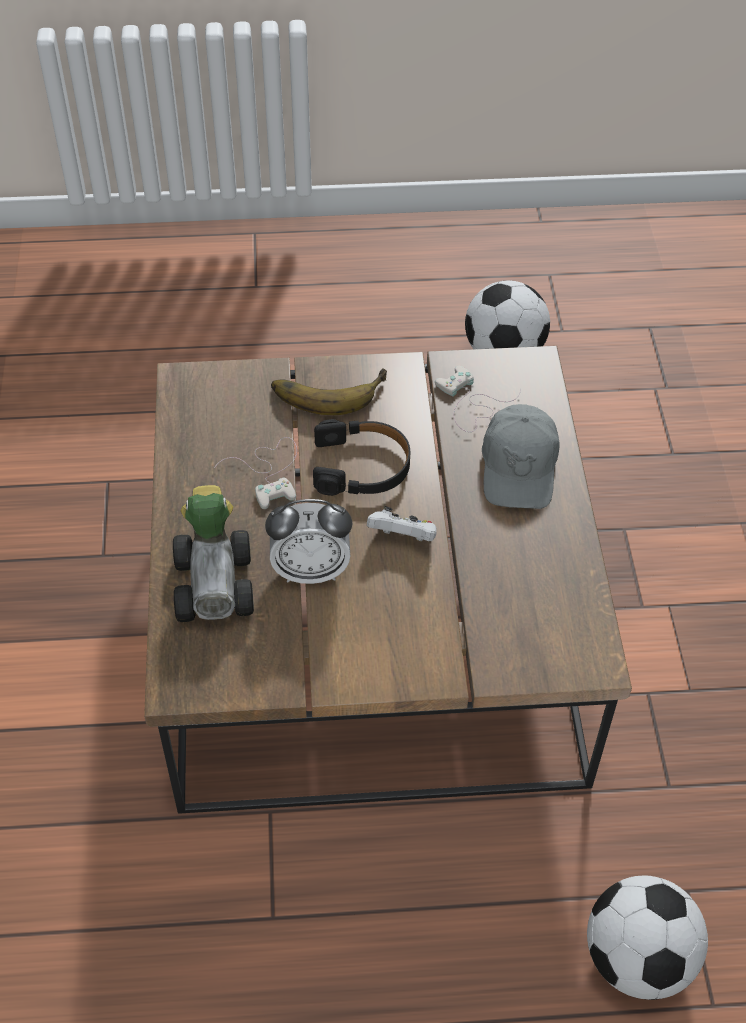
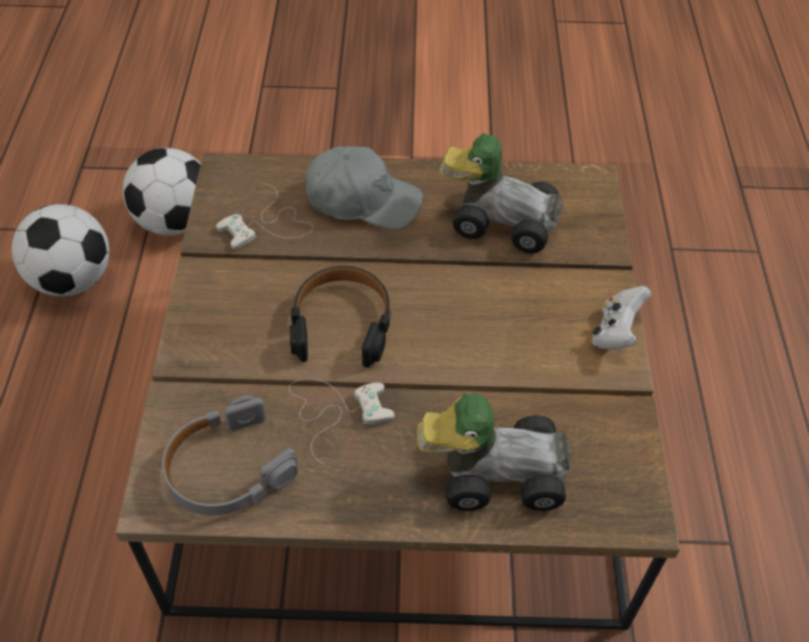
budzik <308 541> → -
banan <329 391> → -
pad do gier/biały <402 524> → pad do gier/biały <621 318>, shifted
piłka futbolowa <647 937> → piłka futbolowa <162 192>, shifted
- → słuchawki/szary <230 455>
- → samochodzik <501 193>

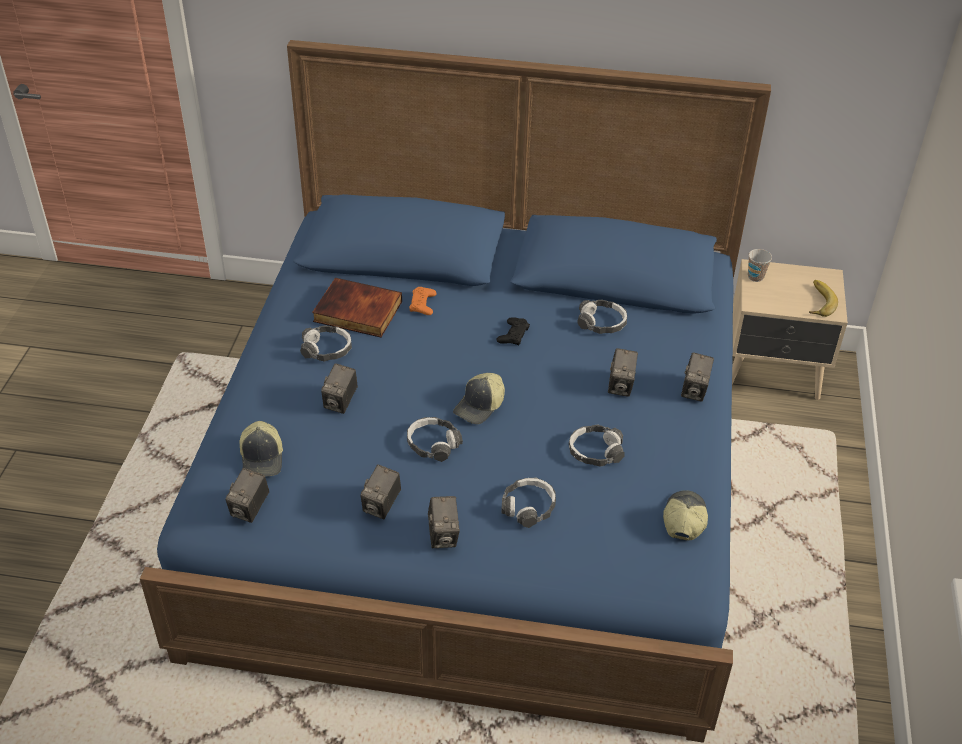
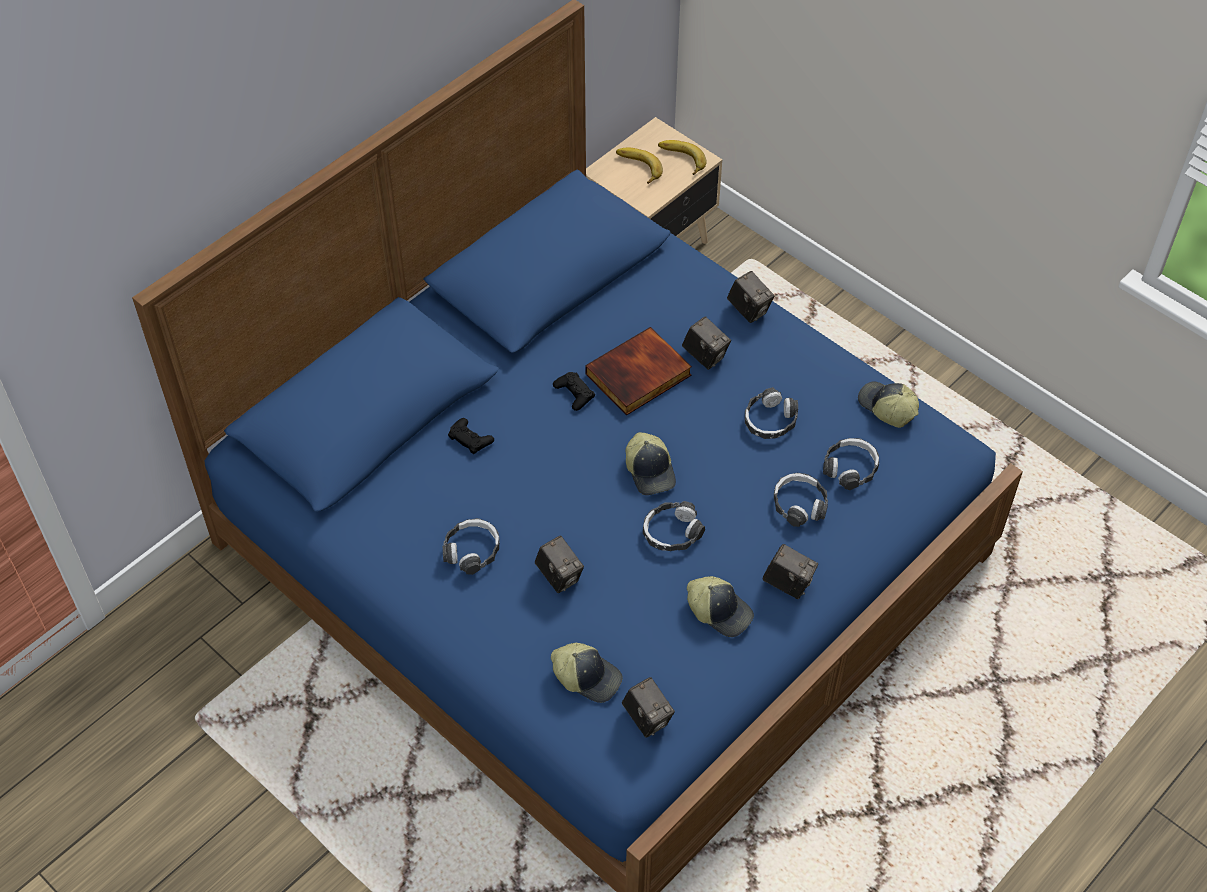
książka <357 307> → książka <638 371>, shifted
aparat fotograficzny <381 492> → czapka z daszkiem <720 606>
pad do gier/pomarańczowy <423 301> → pad do gier/czarny <471 436>
słuchawki <602 317> → słuchawki <851 464>, shifted
filiżanka <760 265> → -
- → banan <639 166>

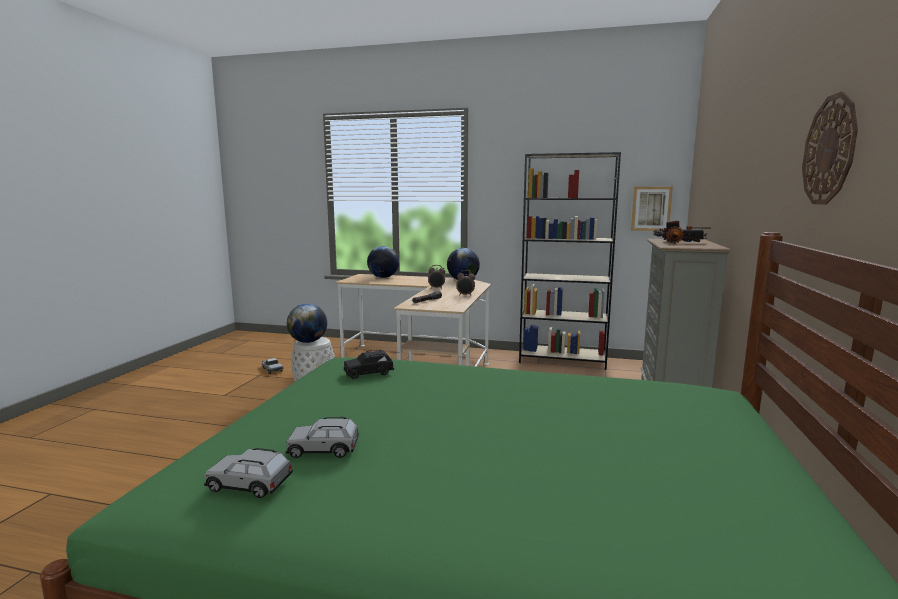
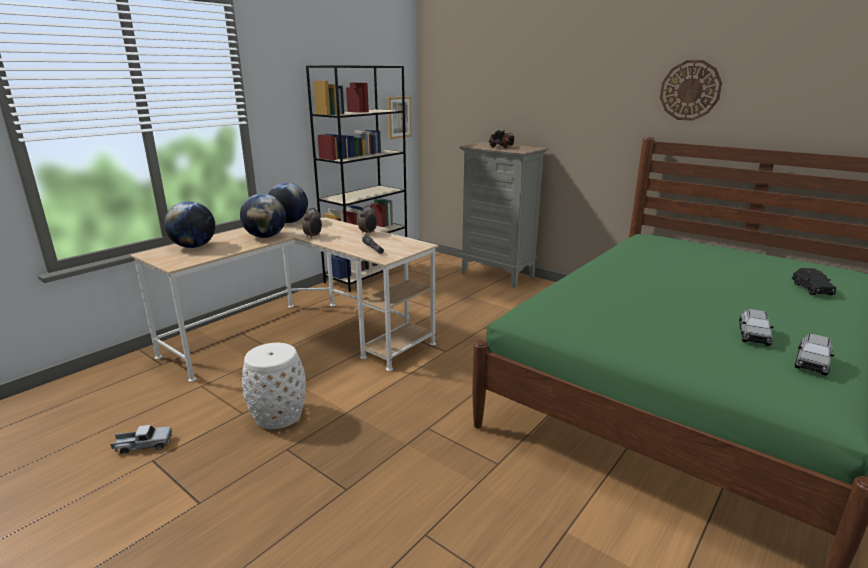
globus <307 323> → globus <263 216>, shifted
samochodzik/czarny <369 364> → samochodzik/czarny <813 281>, shifted

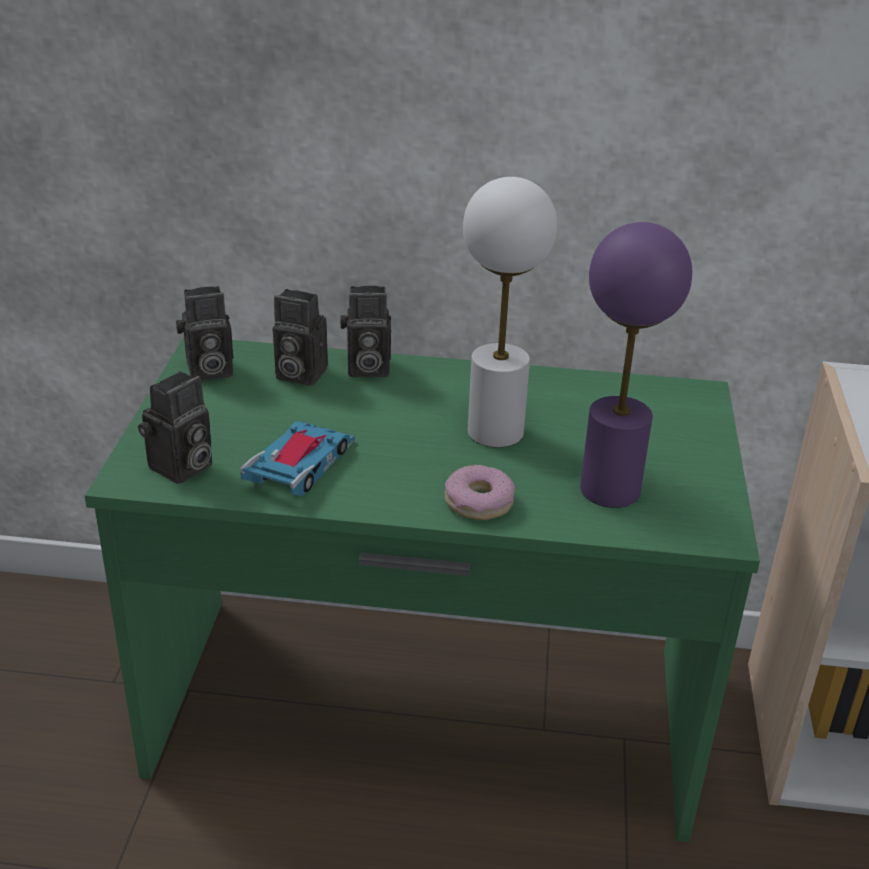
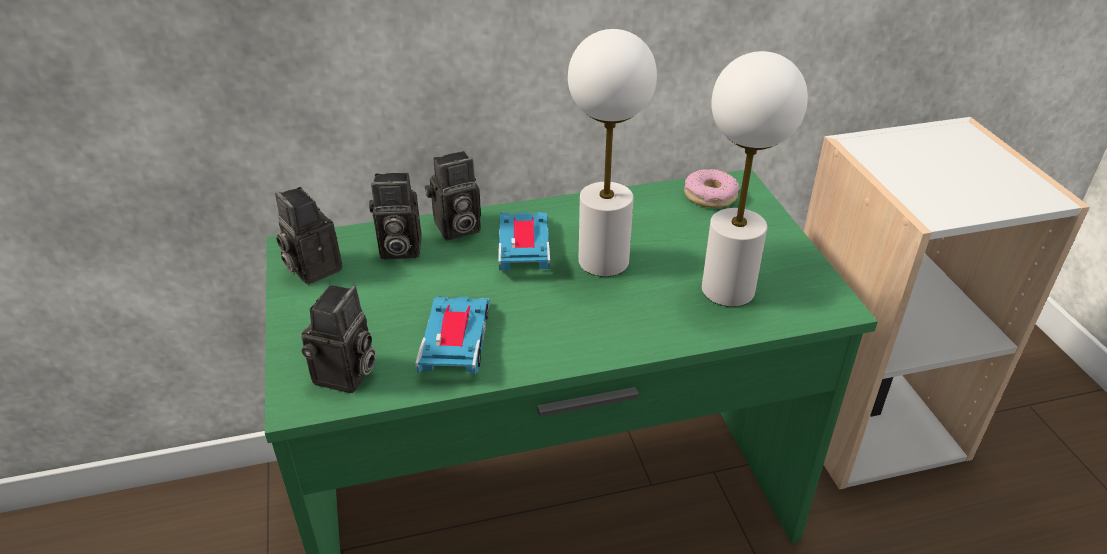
aparat fotograficzny <204 333> → aparat fotograficzny <309 235>, 90 degrees clockwise
donut <480 492> → donut <712 188>, shifted
lampa stołowa/fioletowy <636 365> → lampa stołowa/biały <755 179>
- → samochodzik <524 241>

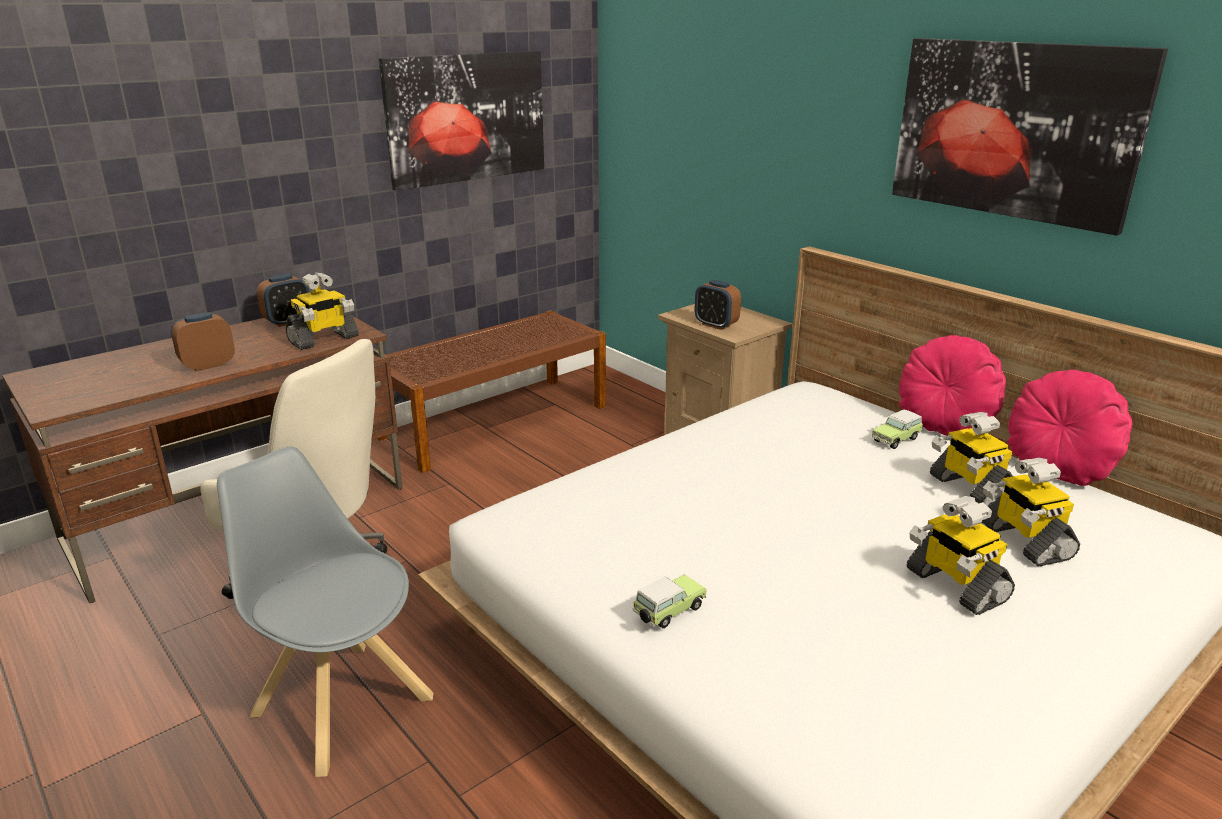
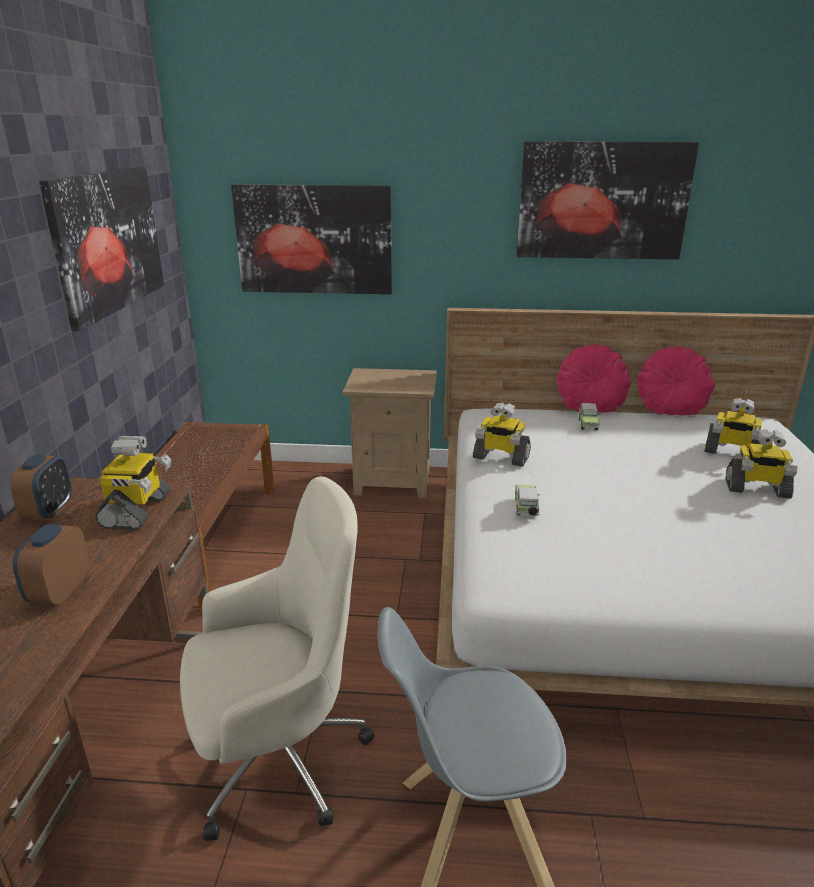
samochodzik <669 601> → samochodzik <527 500>, shifted
budzik <718 305> → -
robot zabawkowy <971 459> → robot zabawkowy <502 434>, shifted
- → obraz <311 239>

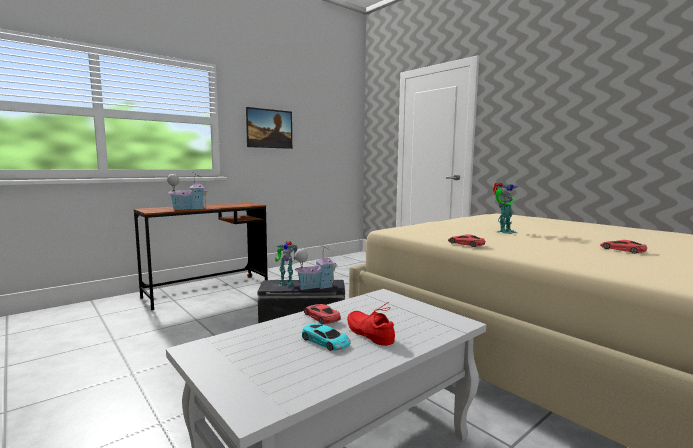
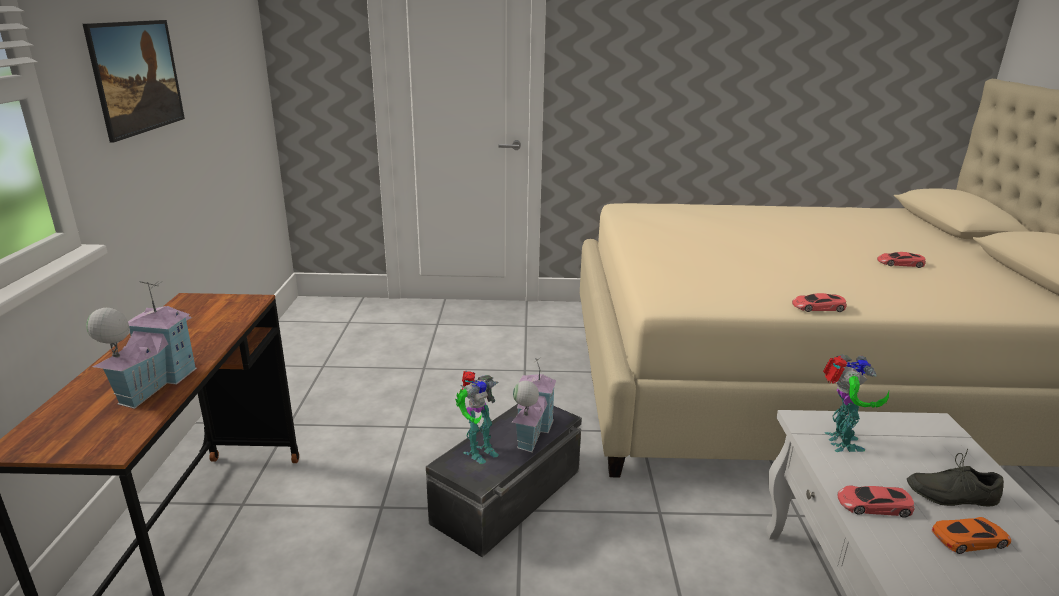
samochodzik/turkusowy <326 337> → samochodzik/pomarańczowy <971 535>
but/czerwony <371 324> → but/szary <955 477>
robot zabawkowy <505 208> → robot zabawkowy <856 403>, shifted

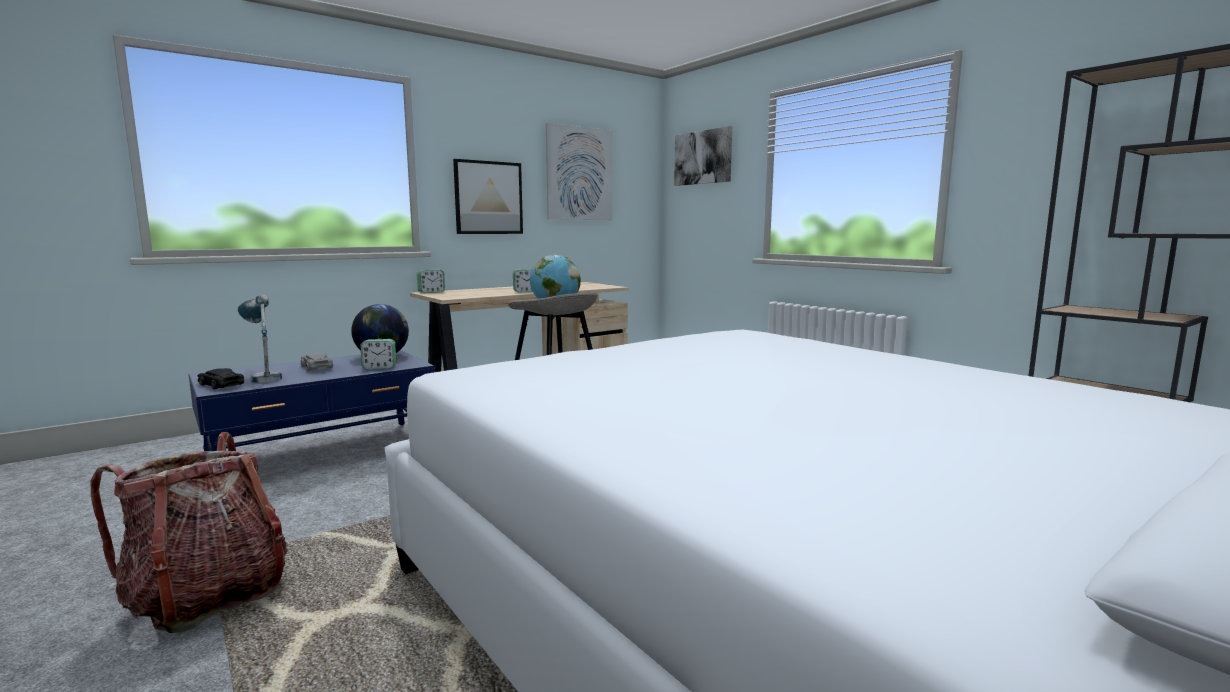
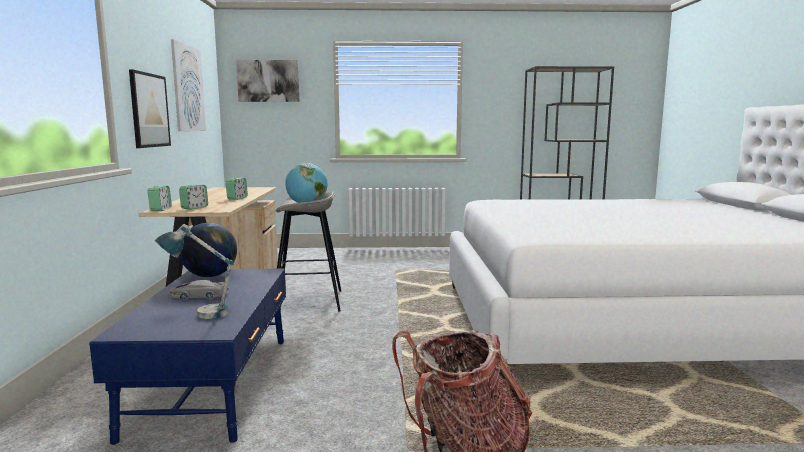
samochodzik/czarny <220 378> → -
budzik <378 354> → budzik <193 197>, shifted

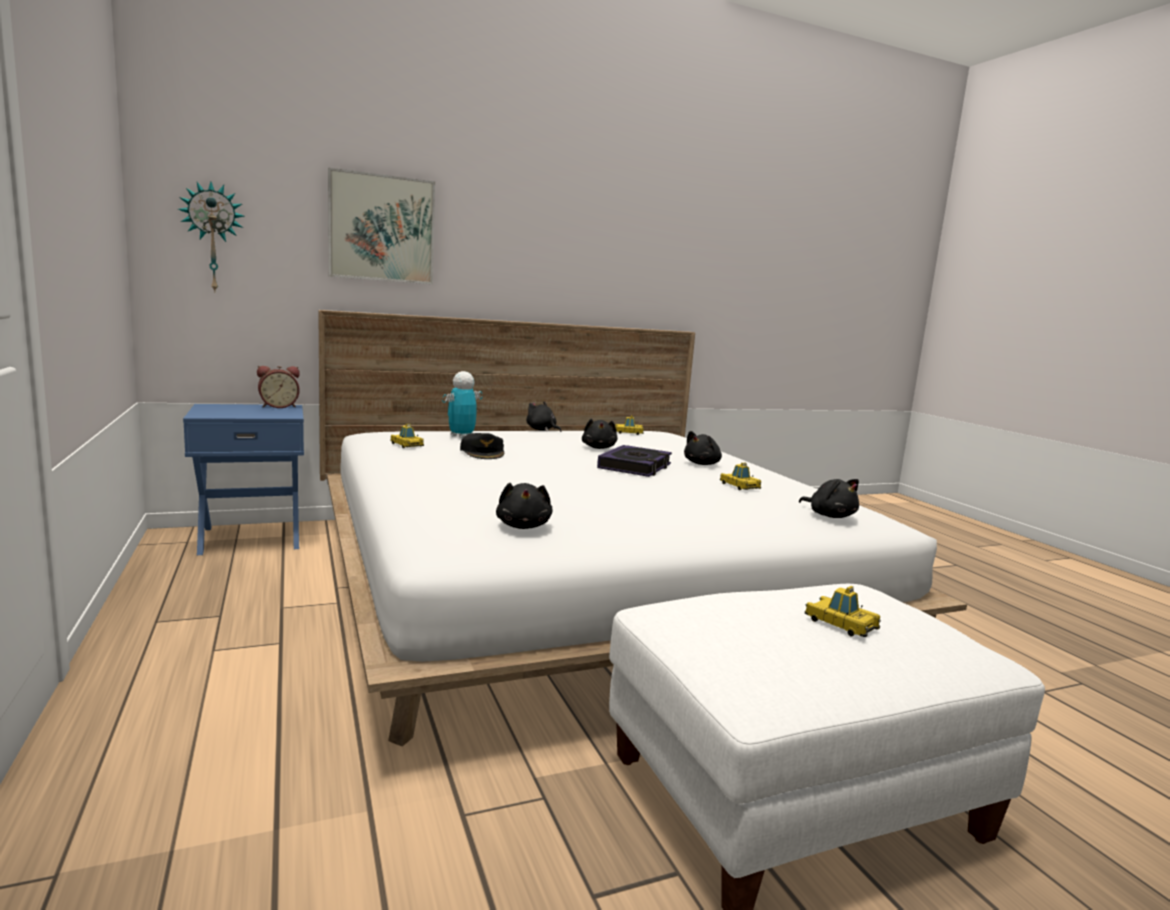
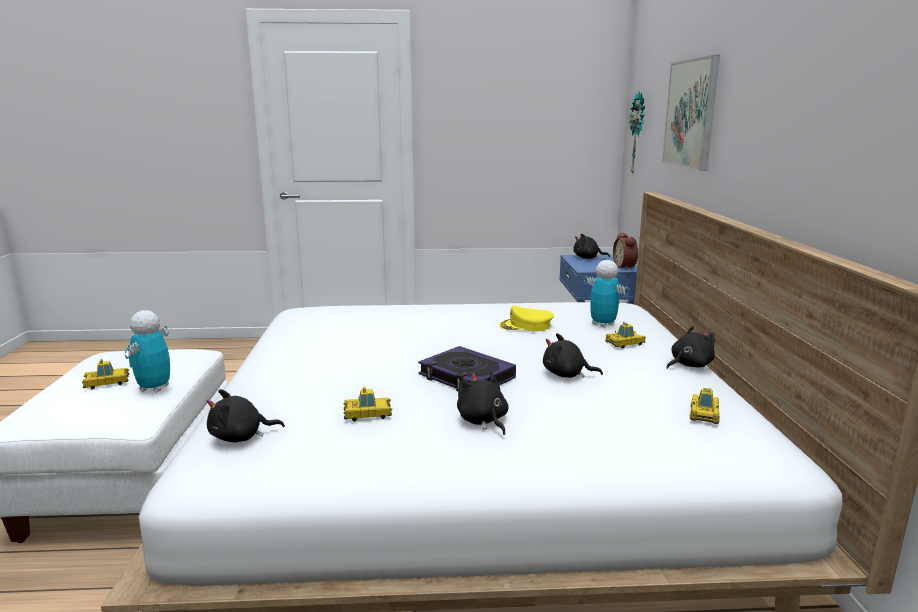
samochodzik <407 436> → samochodzik <625 335>, shifted
czapka z daszkiem/czarny <482 446> → czapka z daszkiem/żółty <526 319>
pluszak/czarny <524 506> → pluszak/czarny <591 246>, shifted
- → robot zabawkowy <147 351>

